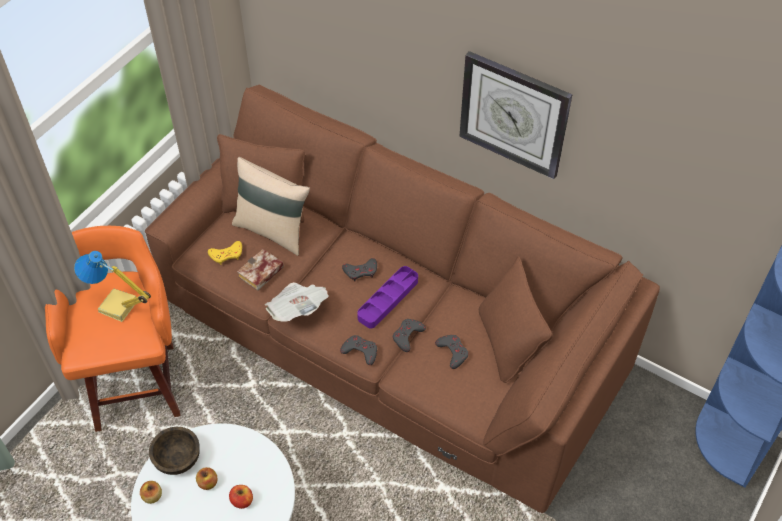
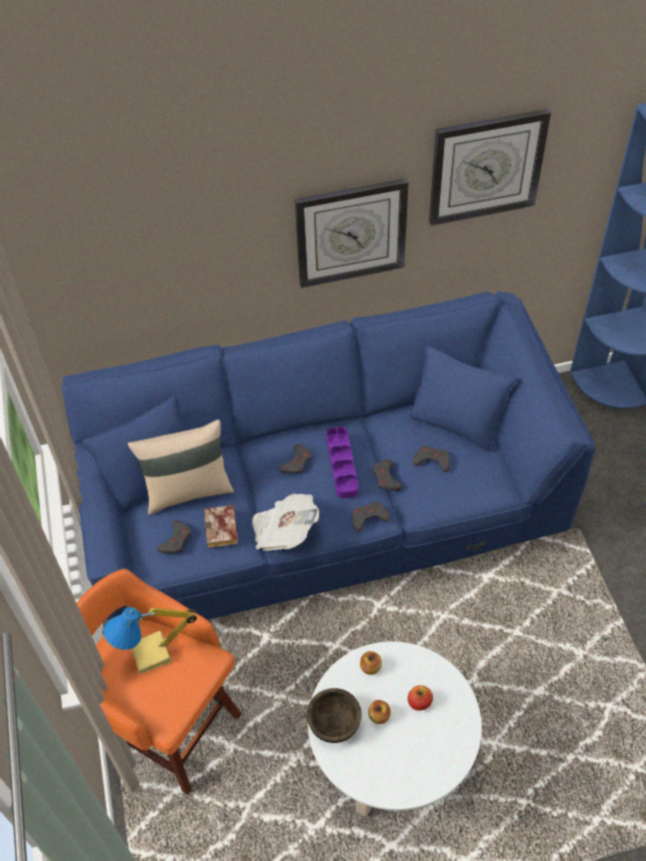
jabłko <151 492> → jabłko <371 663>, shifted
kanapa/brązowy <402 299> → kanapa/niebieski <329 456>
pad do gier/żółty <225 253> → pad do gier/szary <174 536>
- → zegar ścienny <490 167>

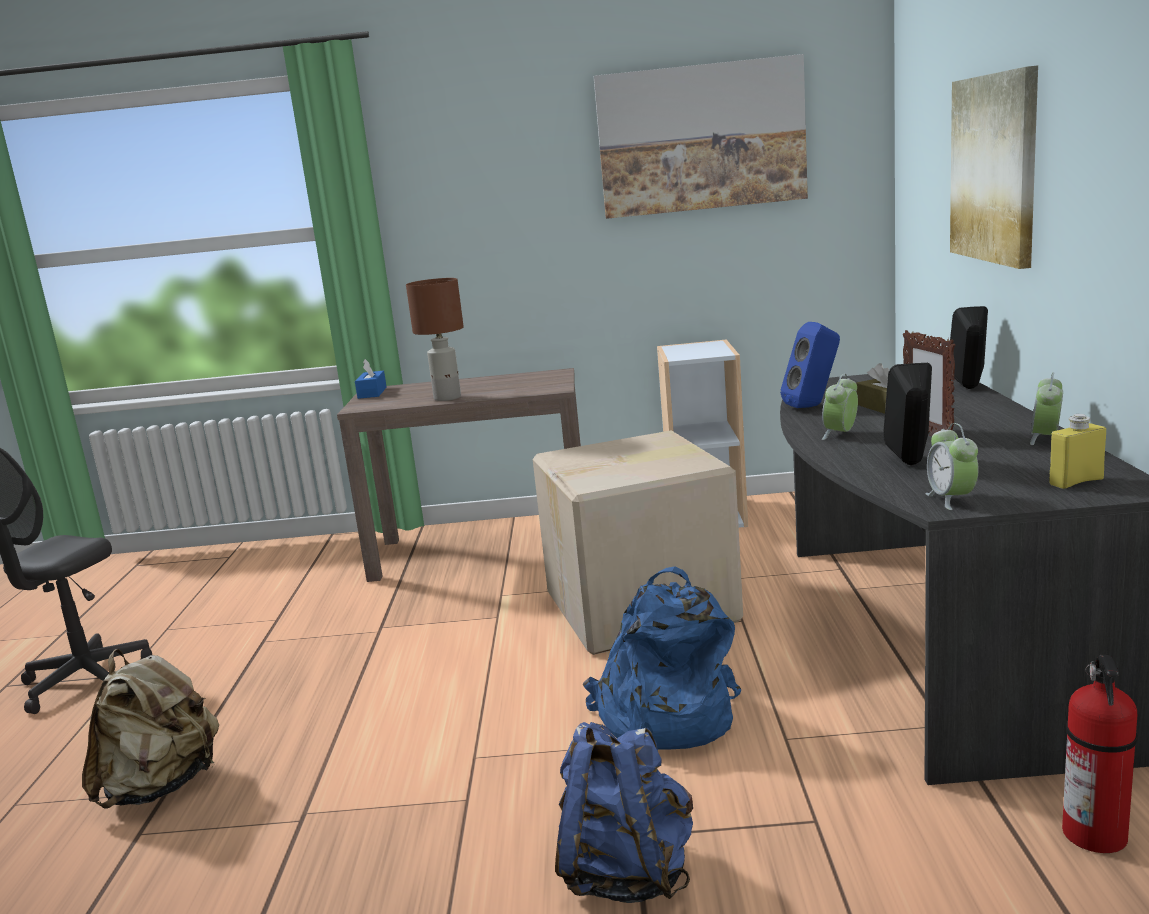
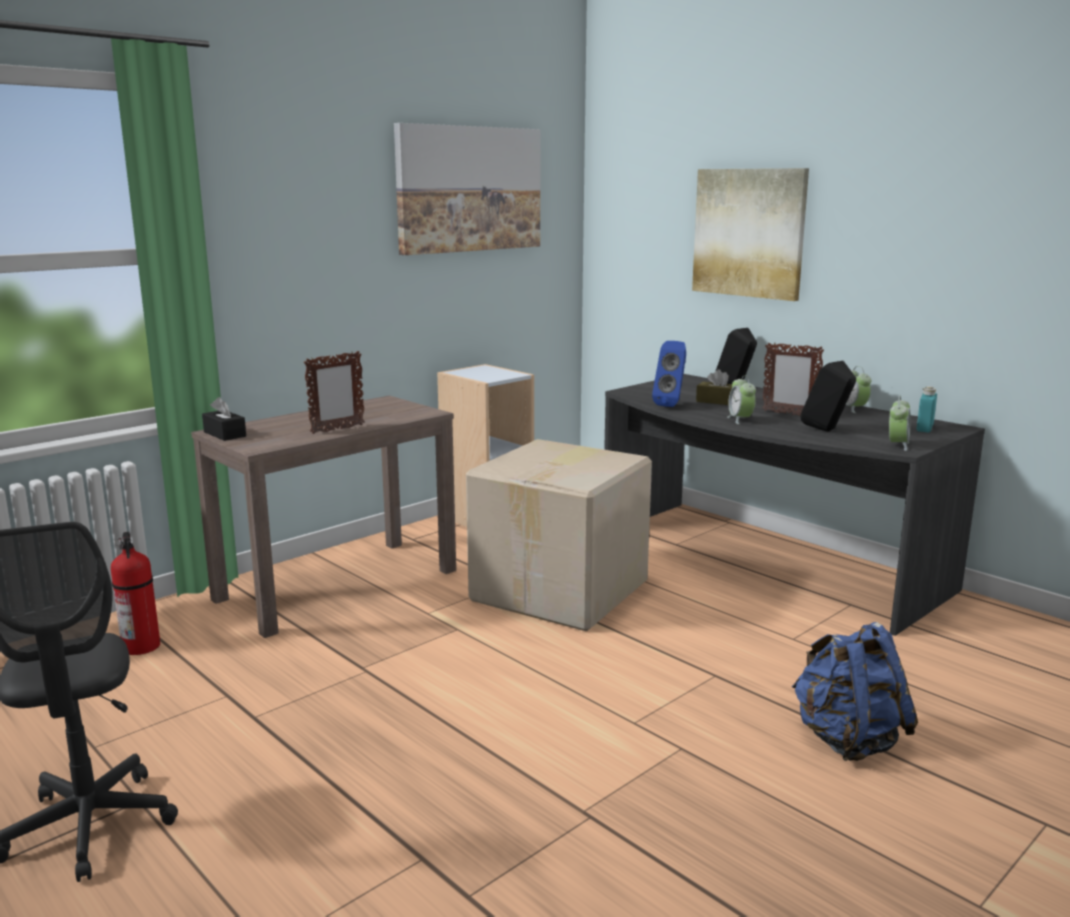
plecak/beżowy <150 729> → -
pudełko chusteczek/niebieski <371 379> → pudełko chusteczek/czarny <224 419>
lampa stołowa/brązowy <435 339> → ramka na zdjęcie <334 392>
plecak/niebieski <662 658> → -
budzik <952 466> → budzik <899 423>, 105 degrees counterclockwise
butelka/żółty <1077 451> → butelka/turkusowy <927 409>
gaśnica <1099 754> → gaśnica <135 593>, shifted

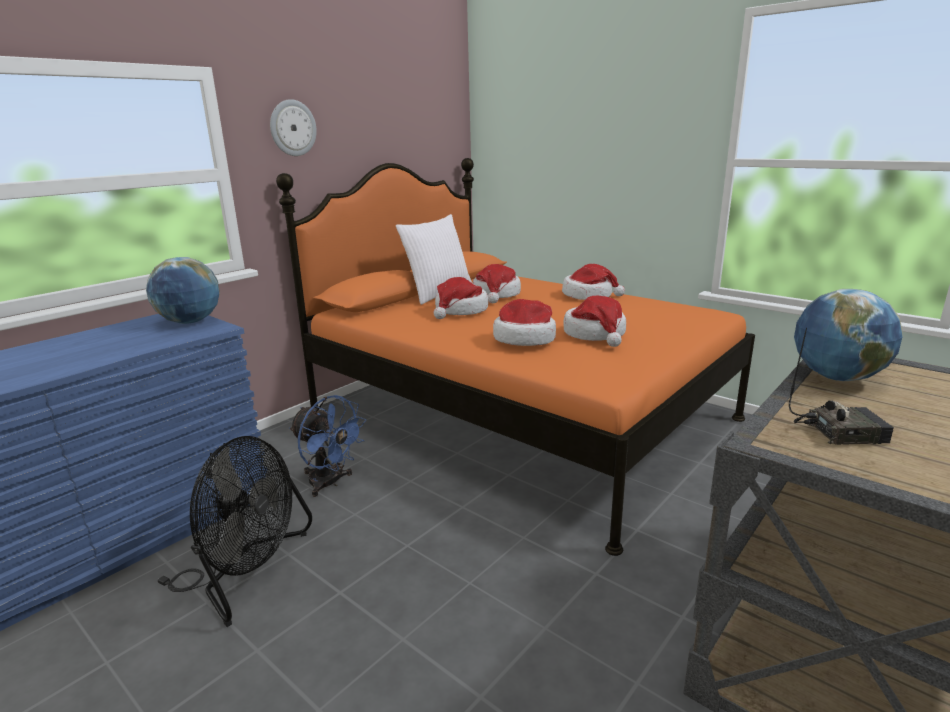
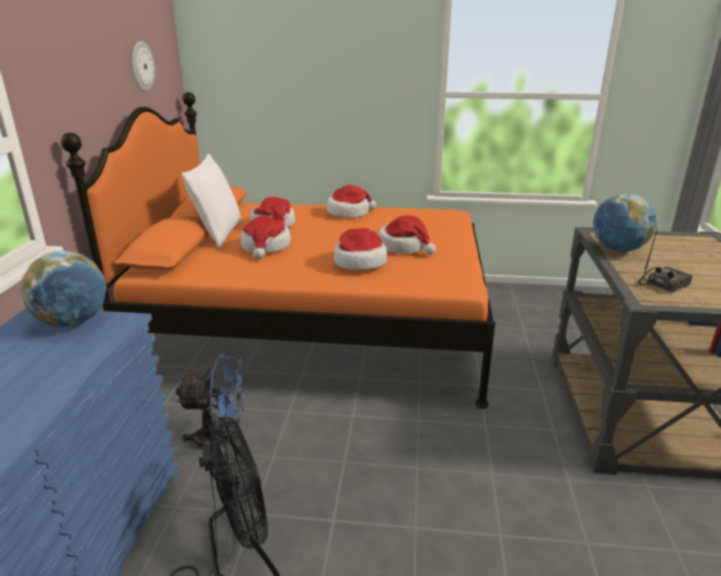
zegar ścienny <293 127> → zegar ścienny <143 66>, shifted

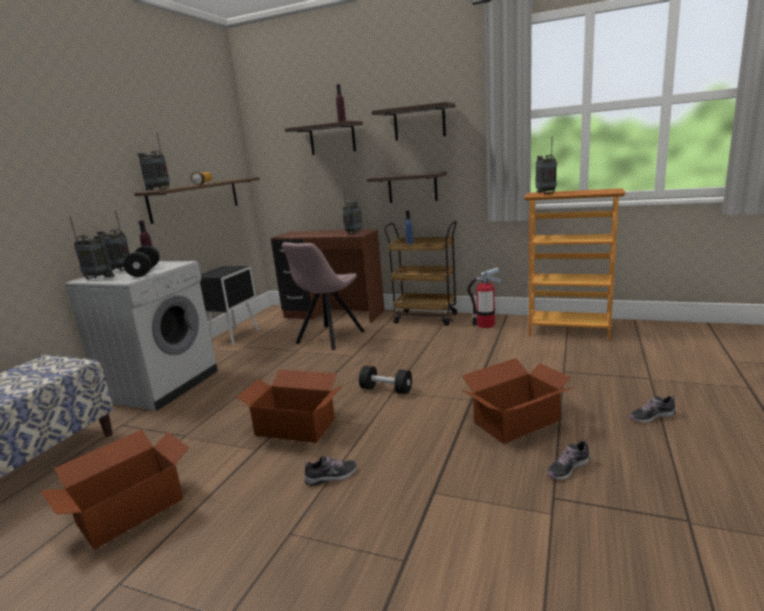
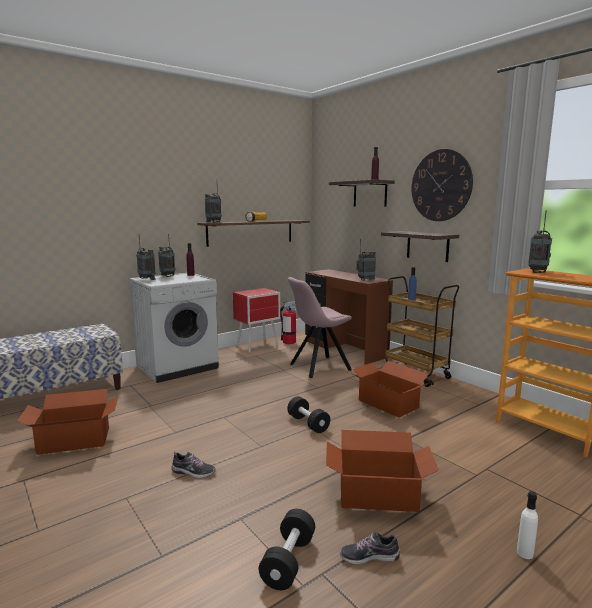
hantel/czarny <141 261> → hantel/czarny <287 549>, shifted
szafka nocna/czarny <229 306> → szafka nocna/czerwony <256 320>
karton <289 406> → karton <390 389>, shifted
półka <414 121> → zegar ścienny <442 185>
gaśnica <484 298> → gaśnica <288 322>, shifted
but <652 408> → butelka/biały <527 525>

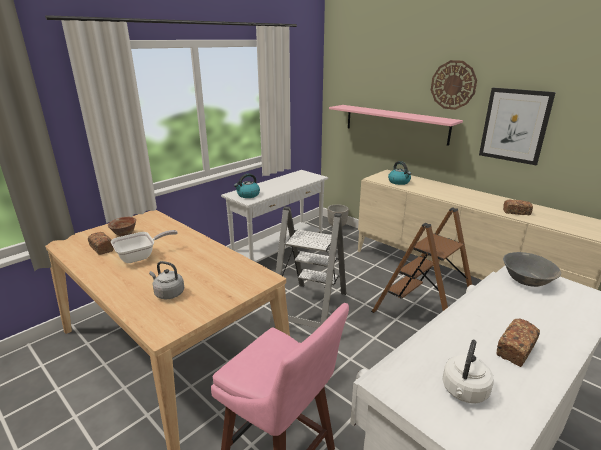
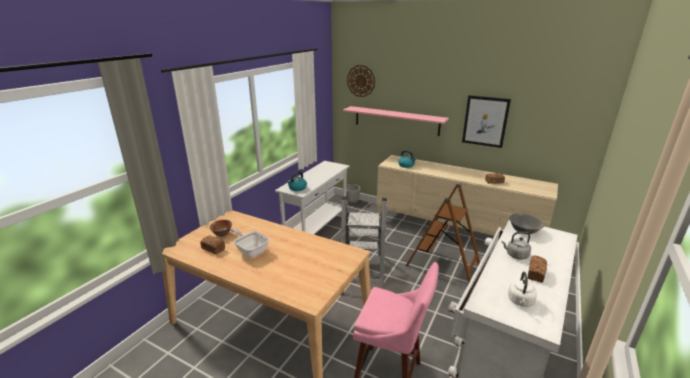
patelnia <144 246> → patelnia <250 243>, 90 degrees counterclockwise
czajnik/szary <166 280> → czajnik/szary <516 246>, shifted
zegar ścienny <454 85> → zegar ścienny <361 81>, shifted

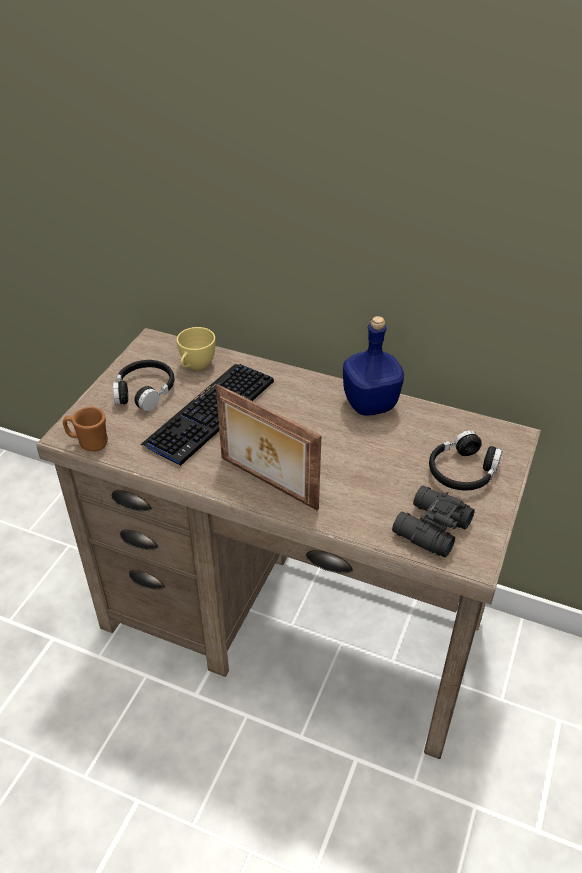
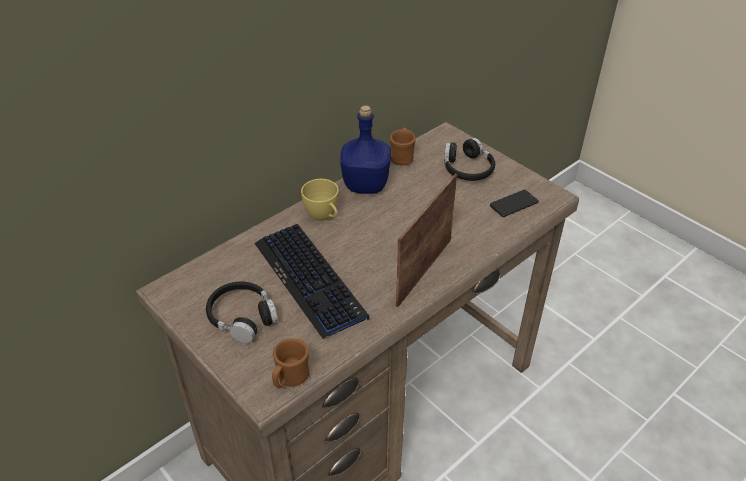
filiżanka/żółty <196 348> → filiżanka/żółty <320 200>, shifted
ramka na zdjęcie <268 447> → ramka na zdjęcie <426 240>, 150 degrees clockwise
lornetka/czarny <433 521> → telefon <514 203>
- → kubek/brązowy <403 146>

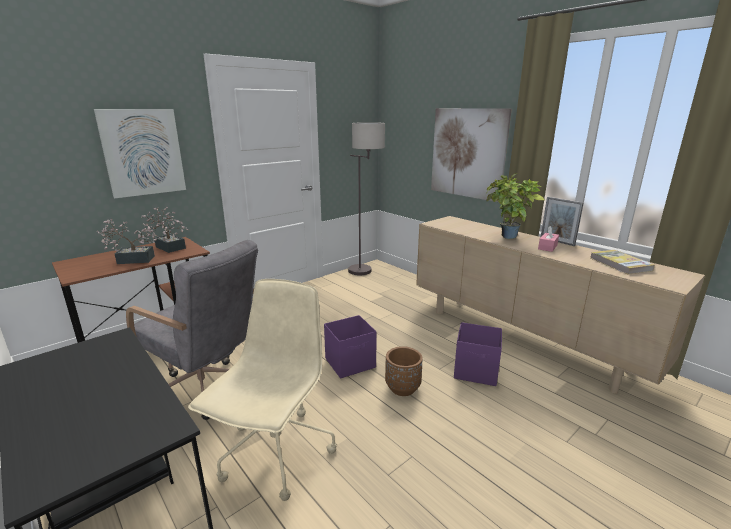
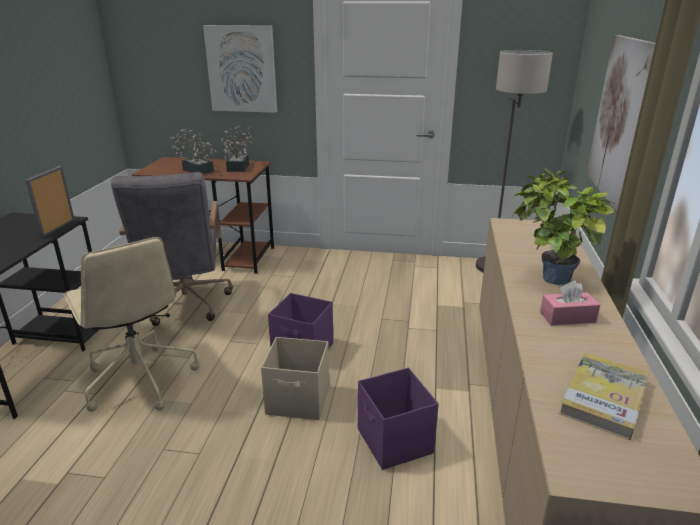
krzesło biurowe/beżowy <262 390> → krzesło biurowe/beżowy <131 324>, 75 degrees clockwise
donica/brązowy <404 371> → pojemnik do przechowywania/beżowy <295 378>
ramka na zdjęcie <561 221> → ramka na zdjęcie <50 201>, shifted

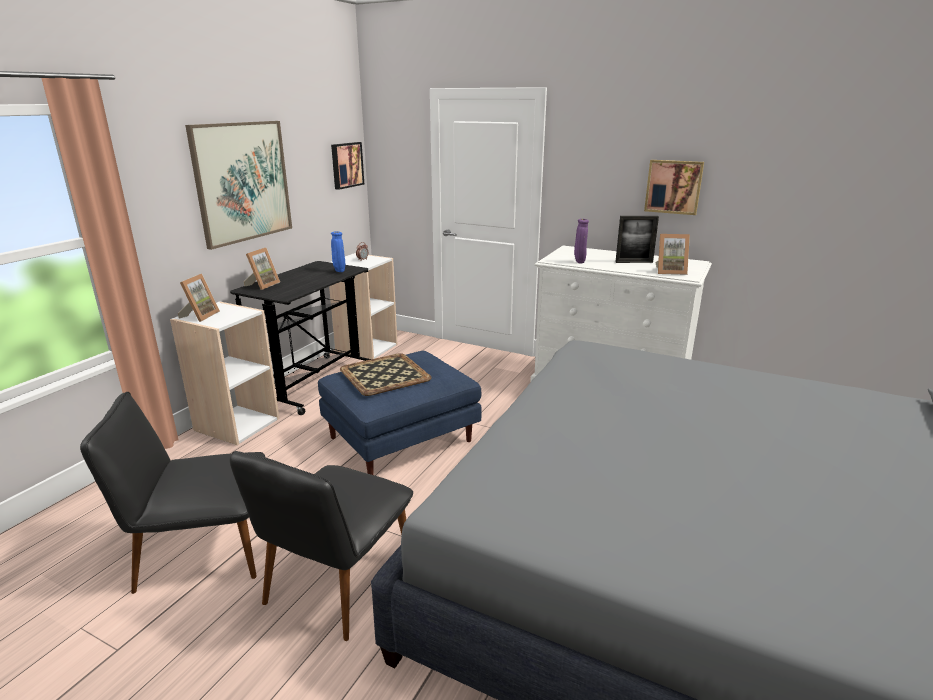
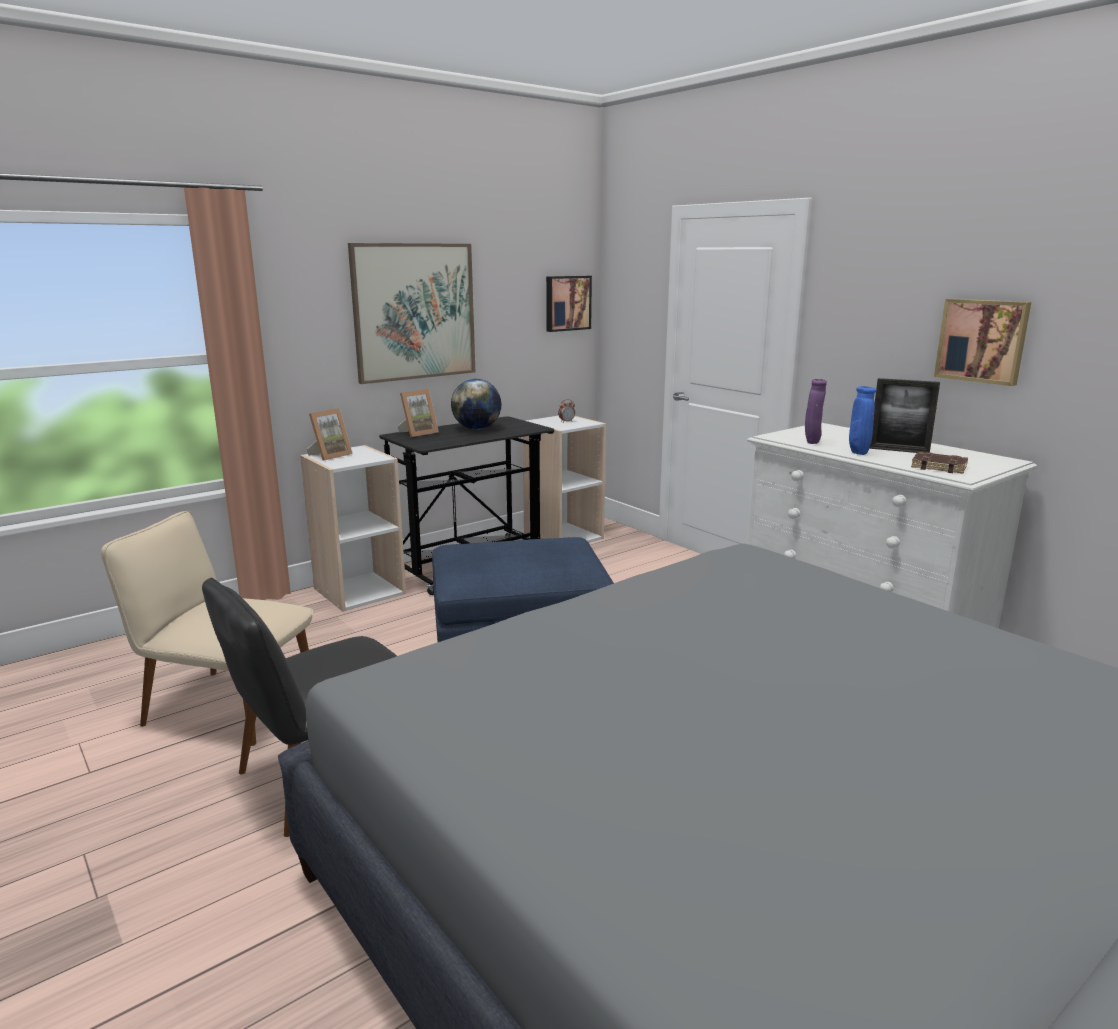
krzesło/czarny <173 493> → krzesło/beżowy <207 628>
wazon/niebieski <338 251> → wazon/niebieski <863 420>, shifted
taca <385 374> → -
ramka na zdjęcie <672 254> → książka/brązowy <939 462>
- → globus <476 404>

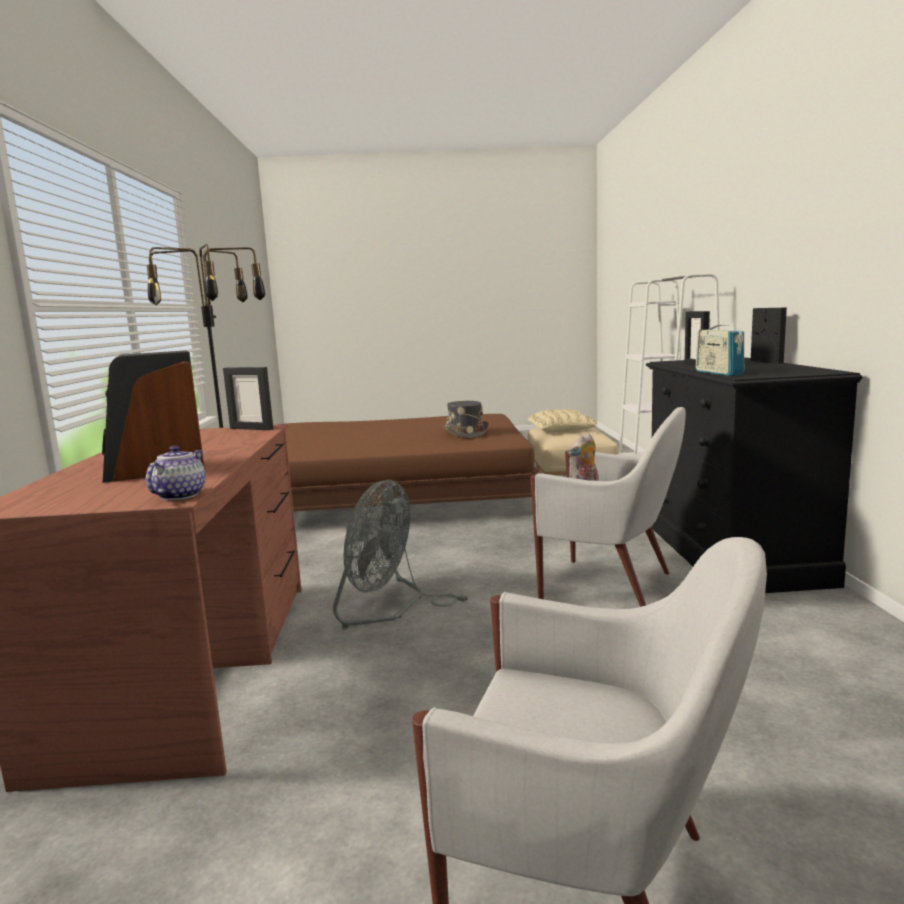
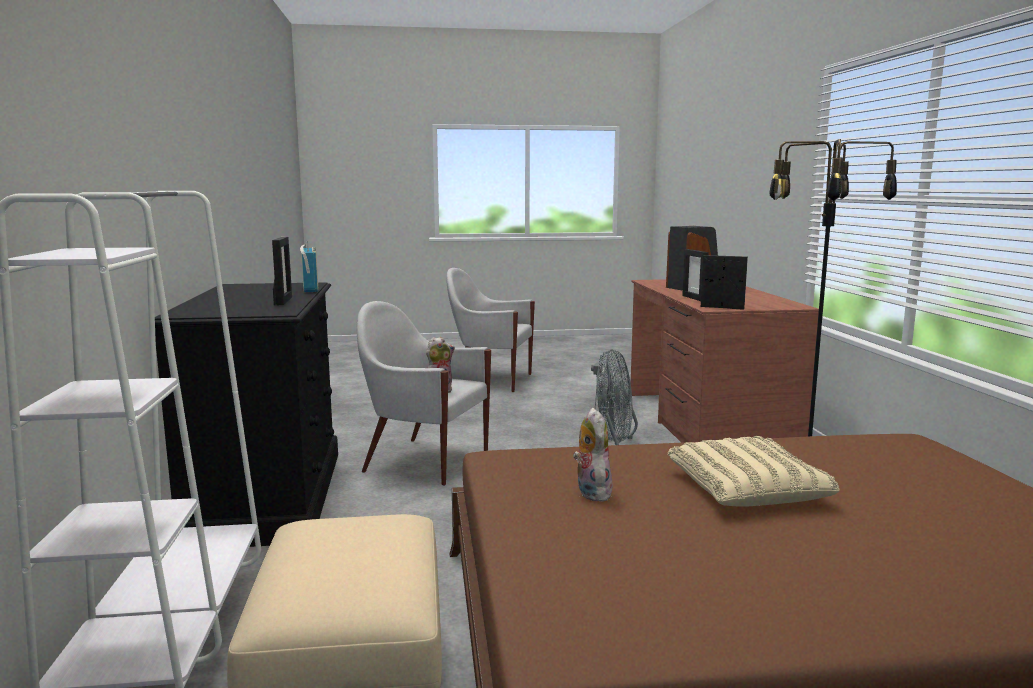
imbryk <175 473> → -
kapelusz/szary <465 420> → pluszak <592 455>
poduszka/beżowy <562 420> → poduszka/beżowy <754 471>, shifted
ramka na zdjęcie <769 336> → ramka na zdjęcie <695 275>, shifted

